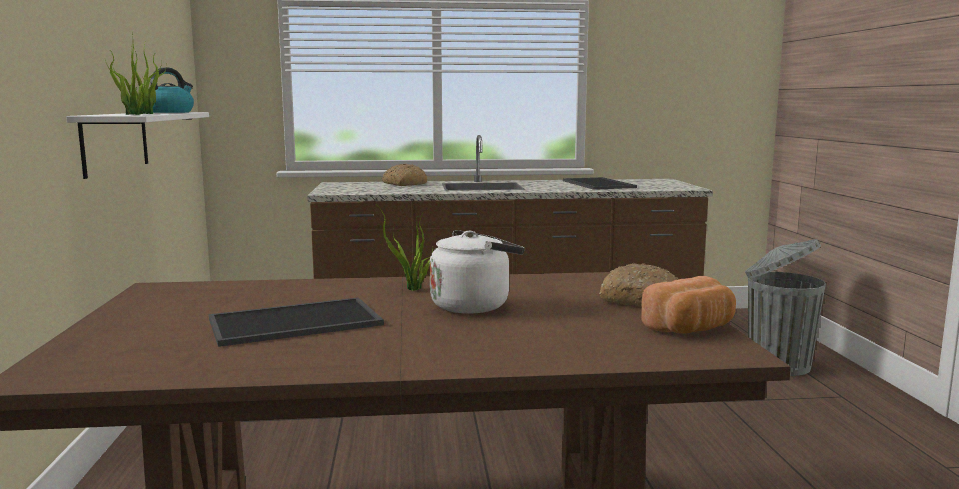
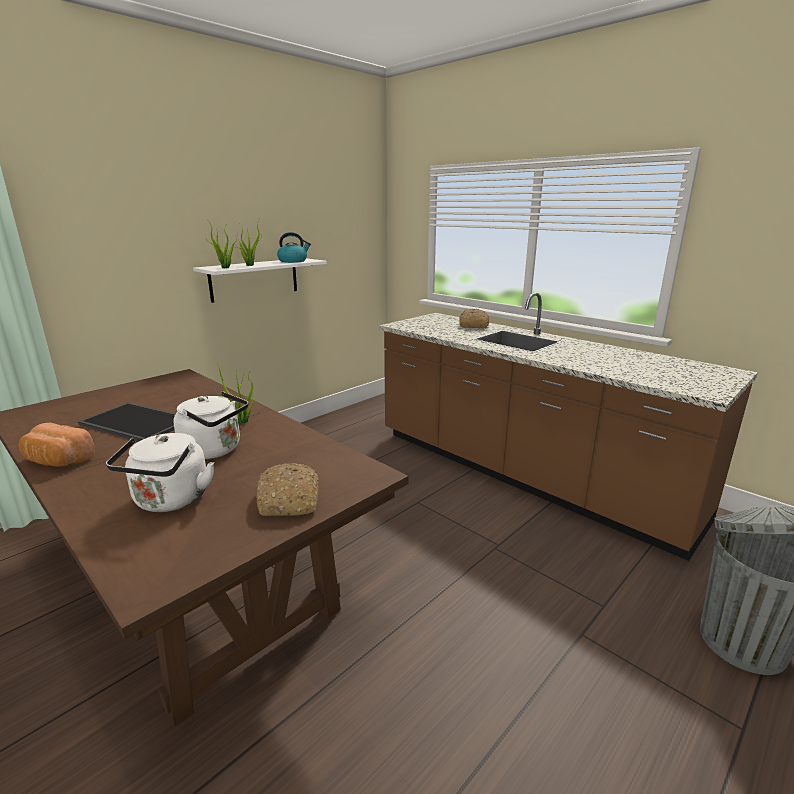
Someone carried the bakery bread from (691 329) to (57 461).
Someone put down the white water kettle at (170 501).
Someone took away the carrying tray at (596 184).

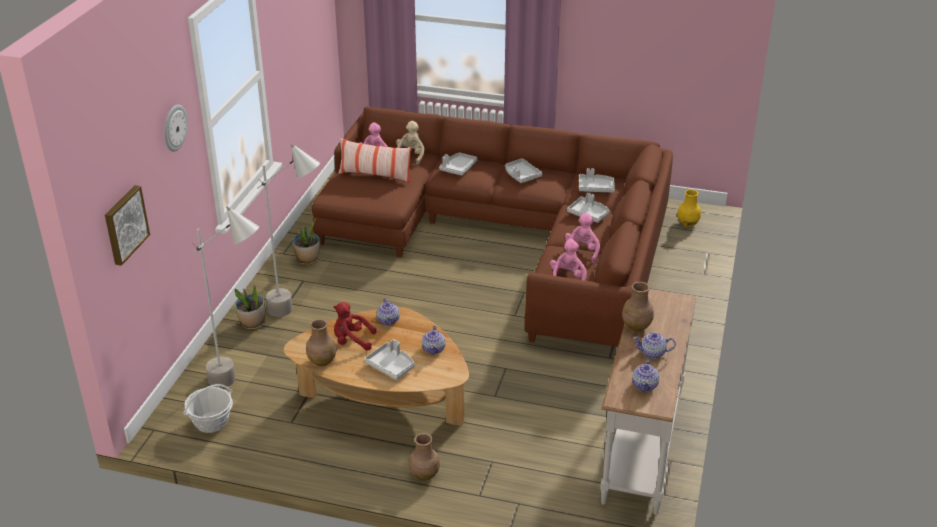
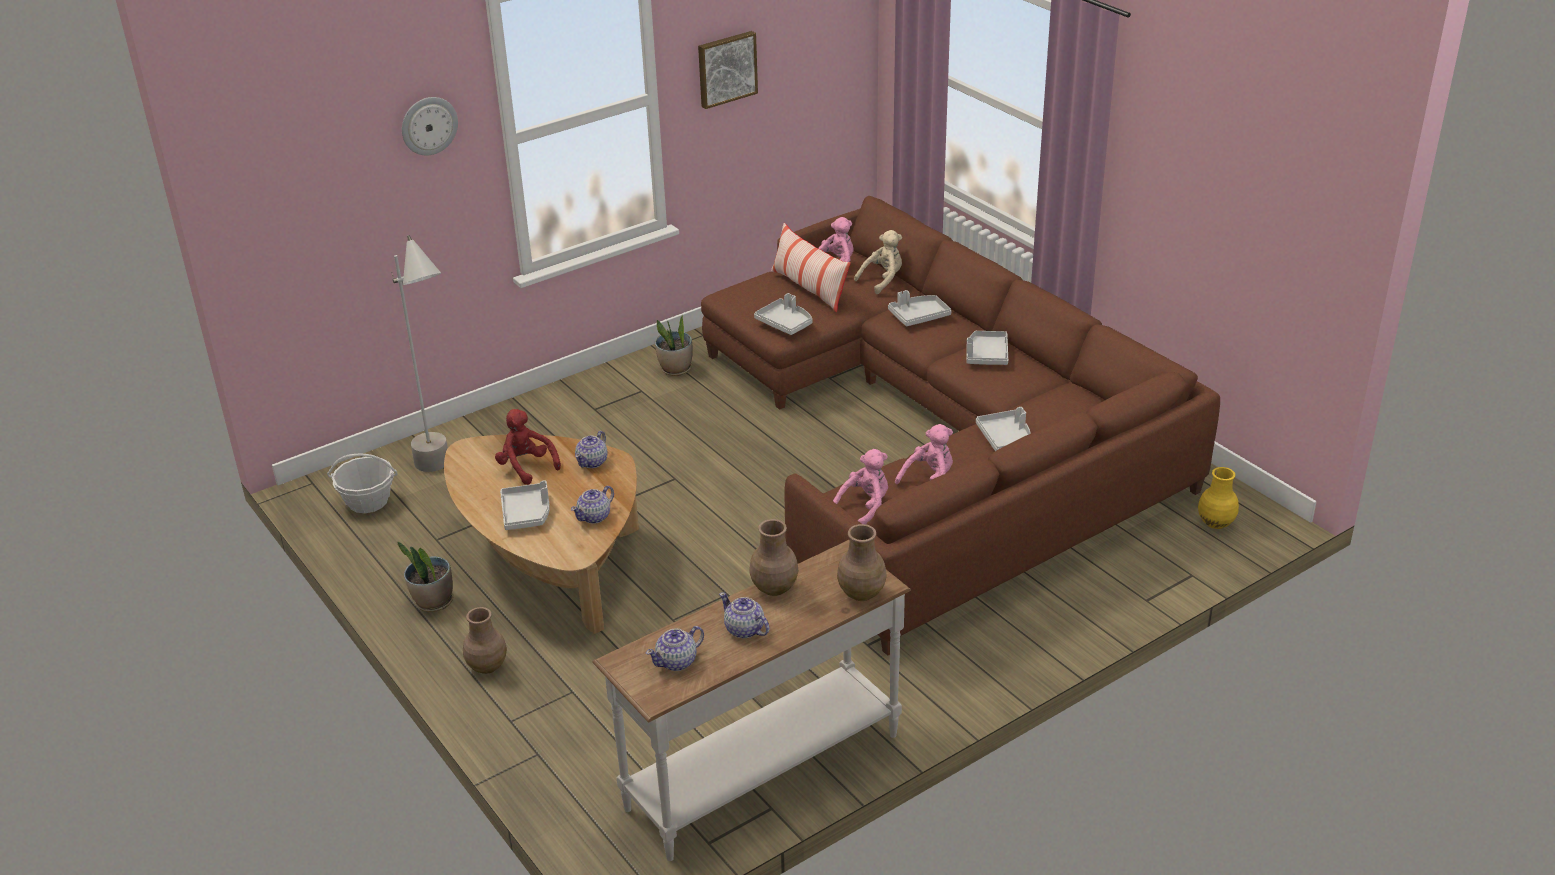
Someone carried the houseplant from (253 324) to (433 602).
Someone carried the wall picture from (124 224) to (726 68).
Someone carried the greyish carrying tray from (595 188) to (785 323).
Someone carried the brownish flower vase from (322 361) to (862 593).
Someone took away the greyish standing lamp at (299 313).

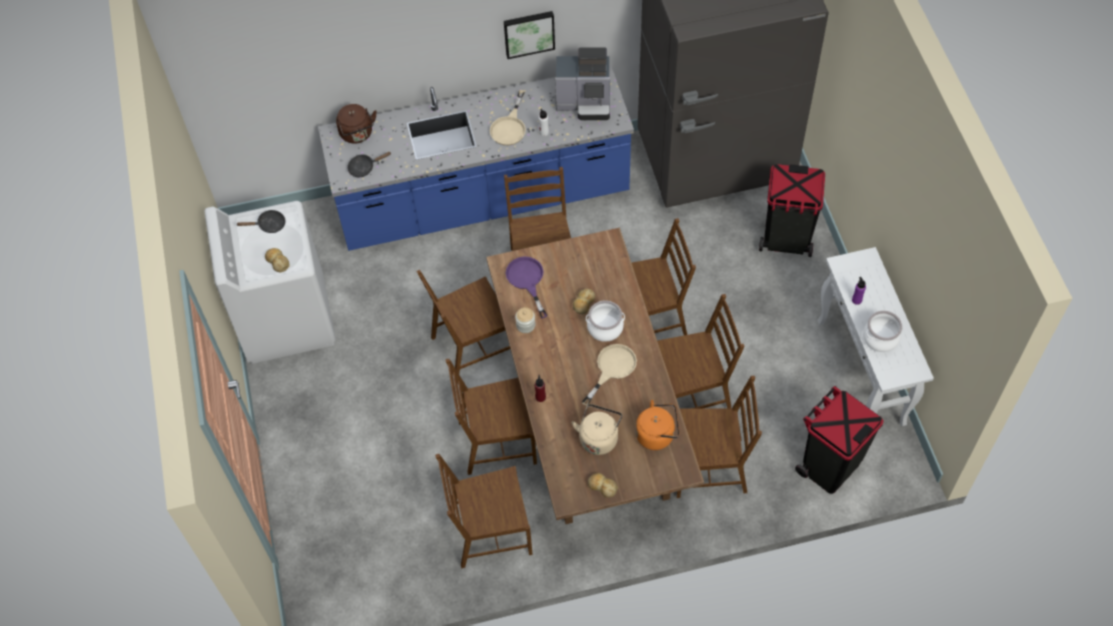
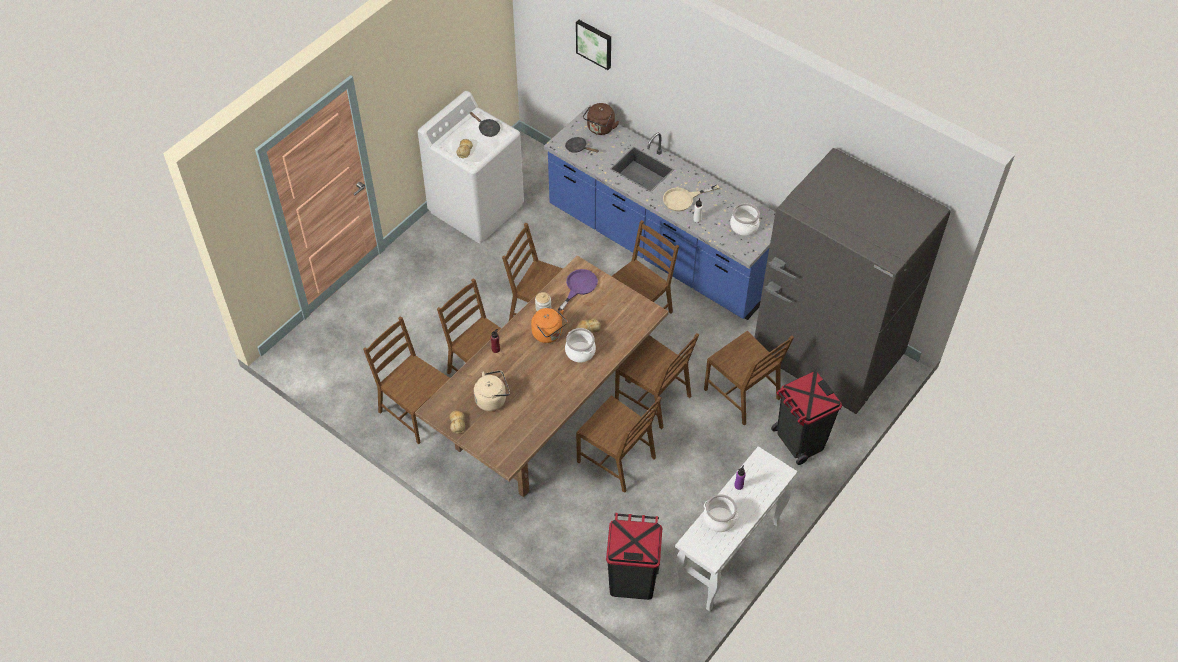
Someone carried the orange water kettle from (657 434) to (549 334).
Someone carried the wall picture from (529 33) to (595 43).
Someone carried the brownish upright chair from (710 466) to (743 394).
Someone swapped the coffee machine at (585 103) for the stockpot at (744 226).
Someone took away the sand-coloured skillet at (612 369).

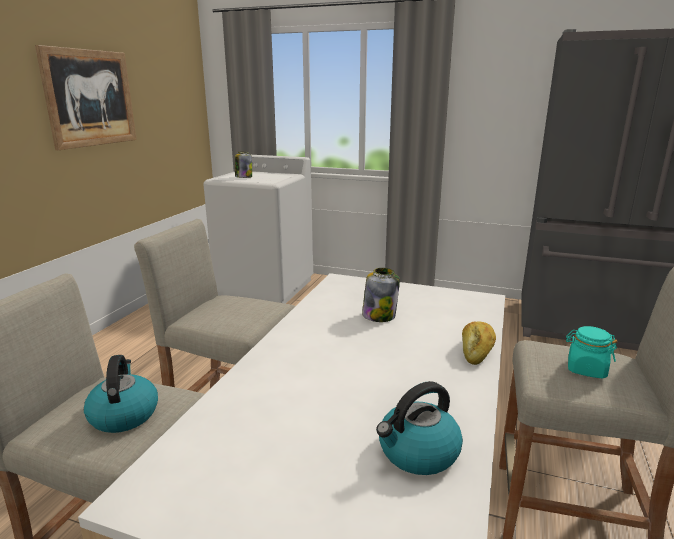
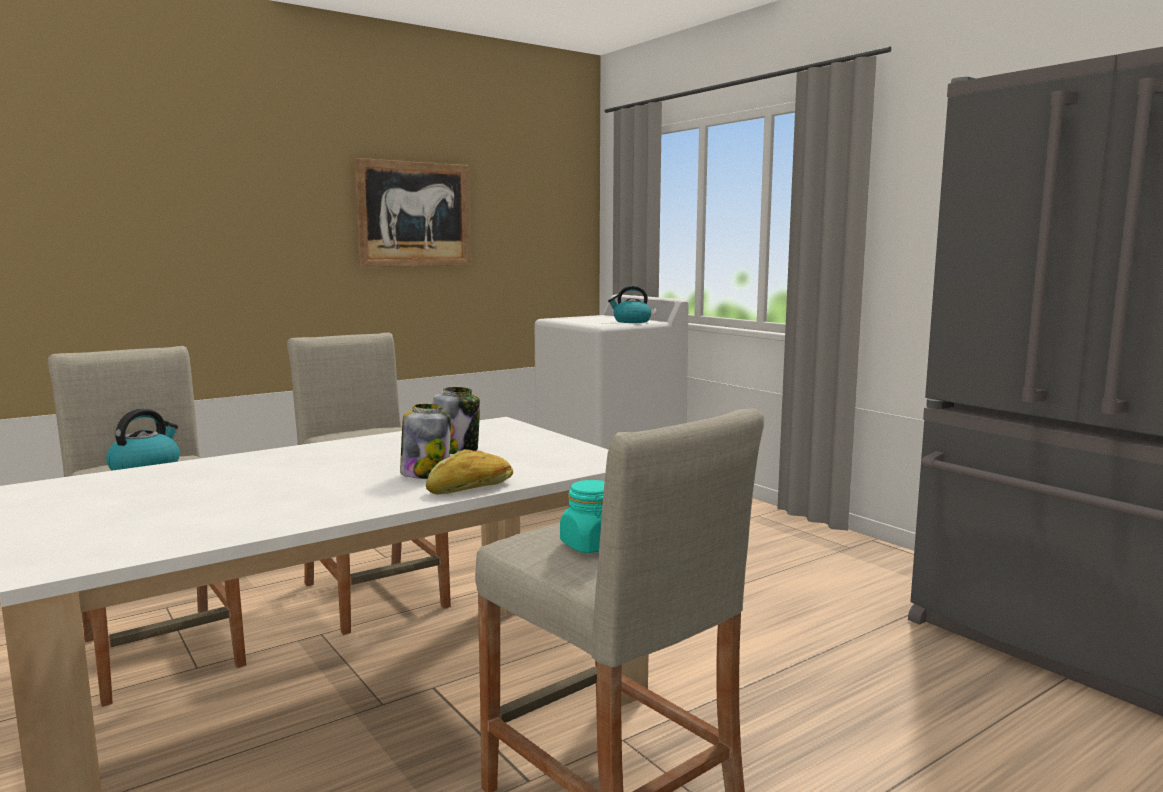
Someone carried the preserve jar from (243 177) to (425 474).
Someone carried the water kettle from (417 453) to (631 321).

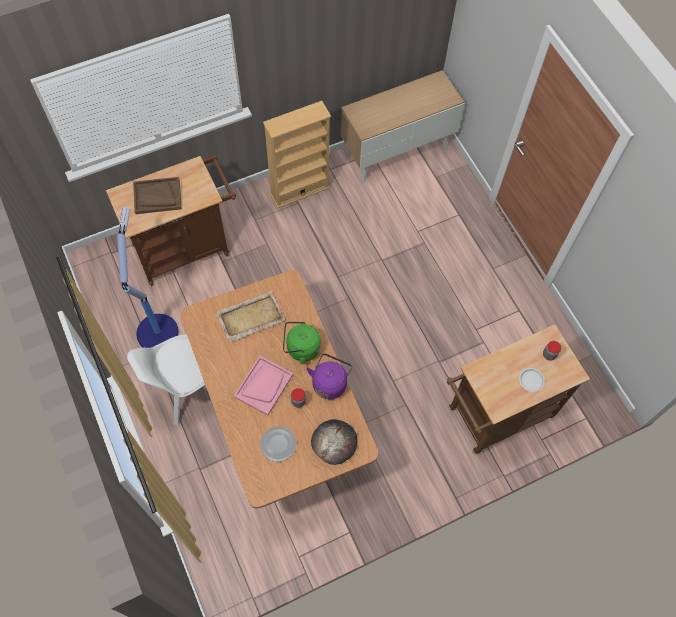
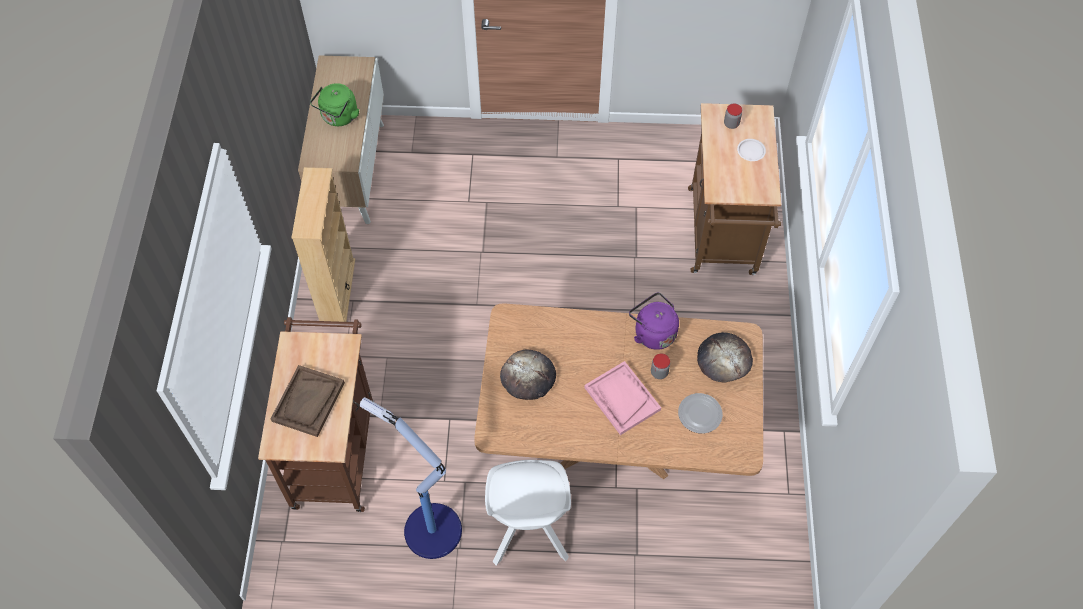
Someone carried the green water kettle from (301 348) to (338 117).
Someone swapped the sand-coloured carrying tray at (250 317) for the bakery bread at (528 376).

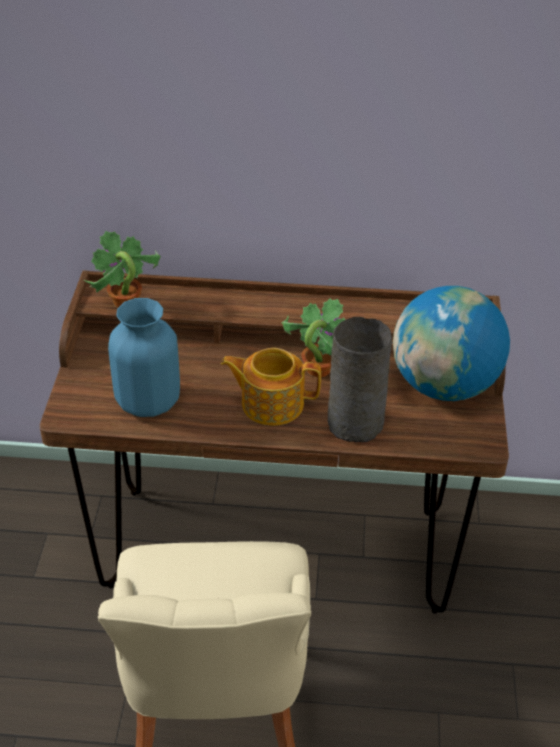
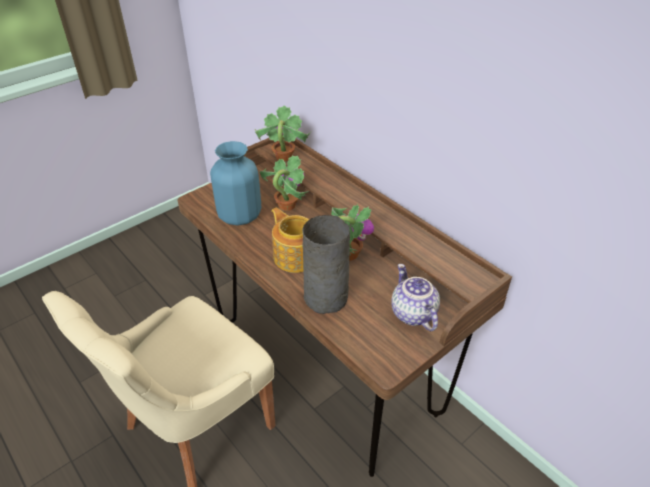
Someone put down the houseplant at (286 205).
Someone swapped the world globe at (444 386) for the teapot at (412 313).

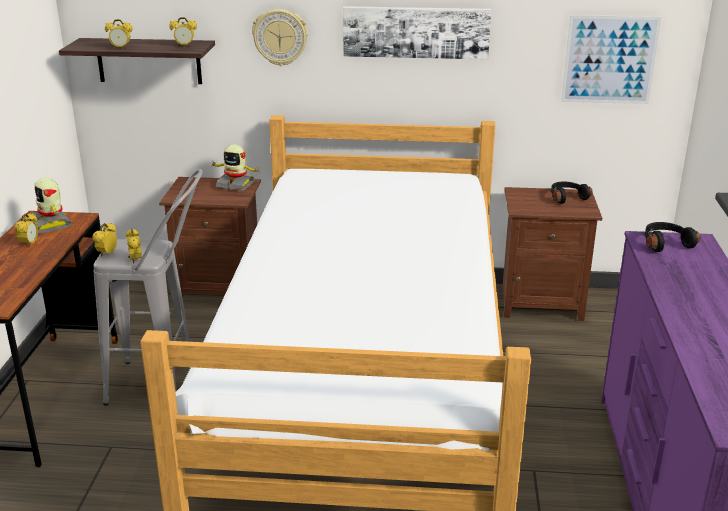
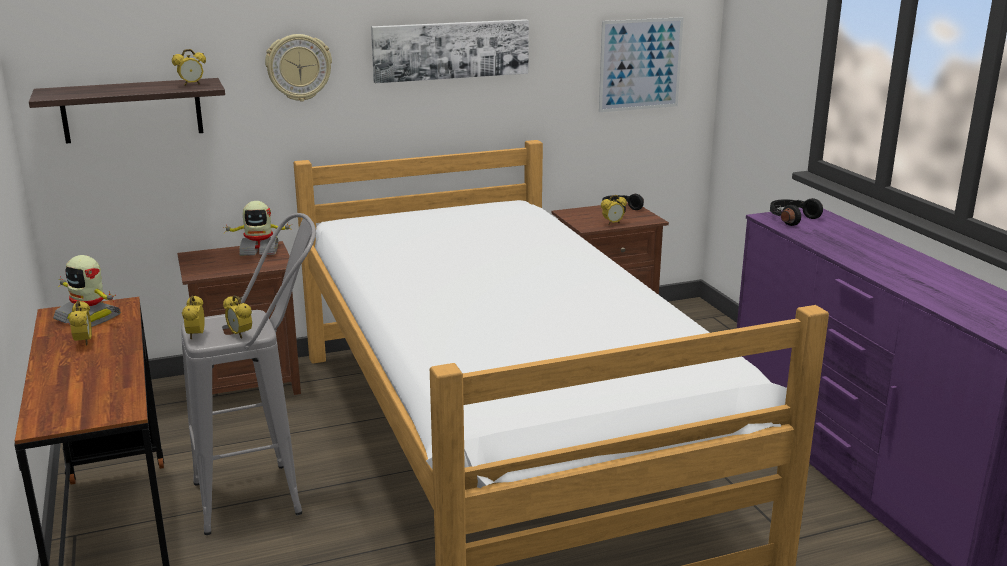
Someone carried the table clock from (121 48) to (612 223).

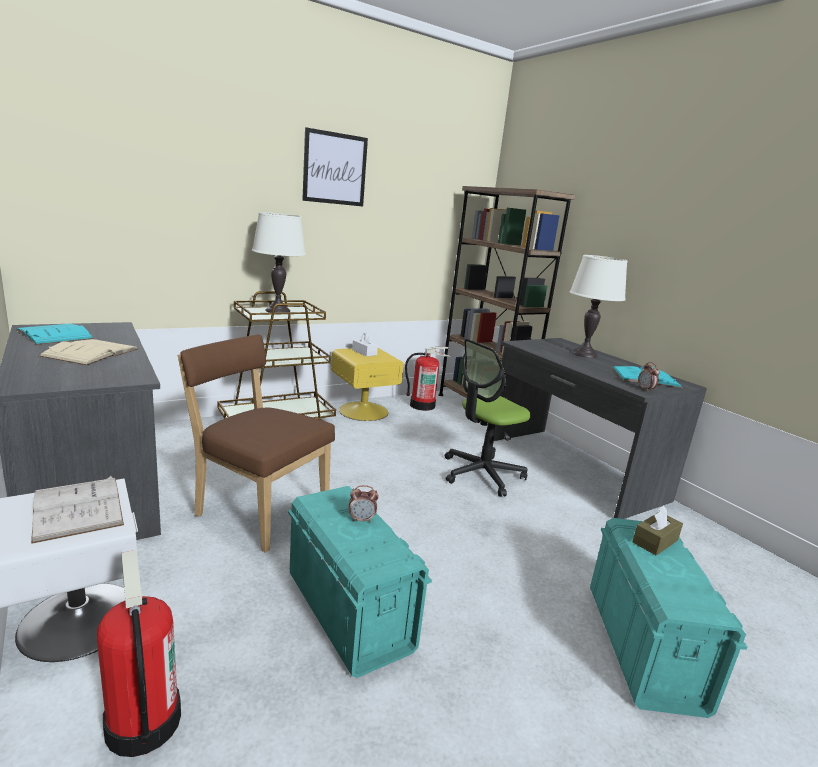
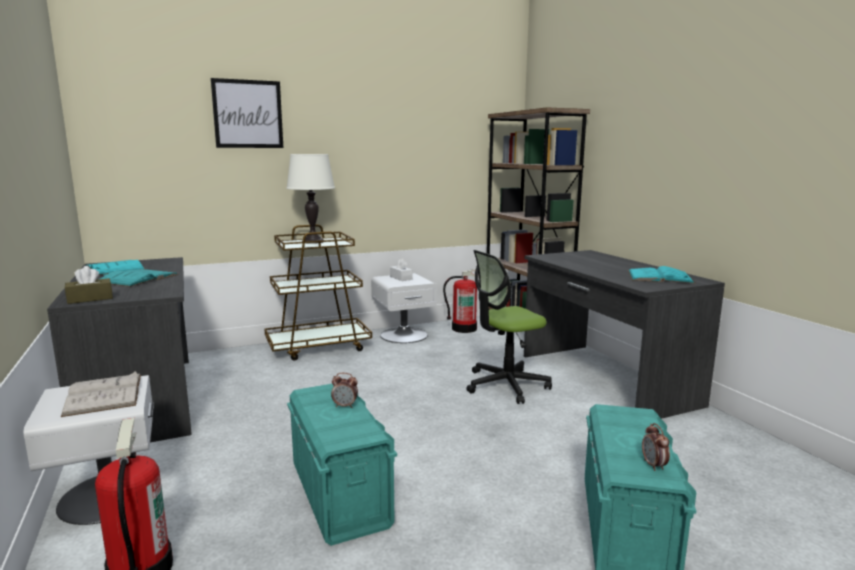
Someone carried the brownish box of tissues from (655 541) to (90 299).
Someone repainted the sand-coloured book at (91 352), which became the turquoise book at (138 278).
Someone carried the wall picture from (335 168) to (248 114).
Someone repainted the yellow-coloured nightstand at (363 410), which became the white nightstand at (403 335).
Someone carried the table clock from (645 389) to (653 465).
Someone took away the brownish upright chair at (258 510).
Someone took away the white tabletop lamp at (584 354).

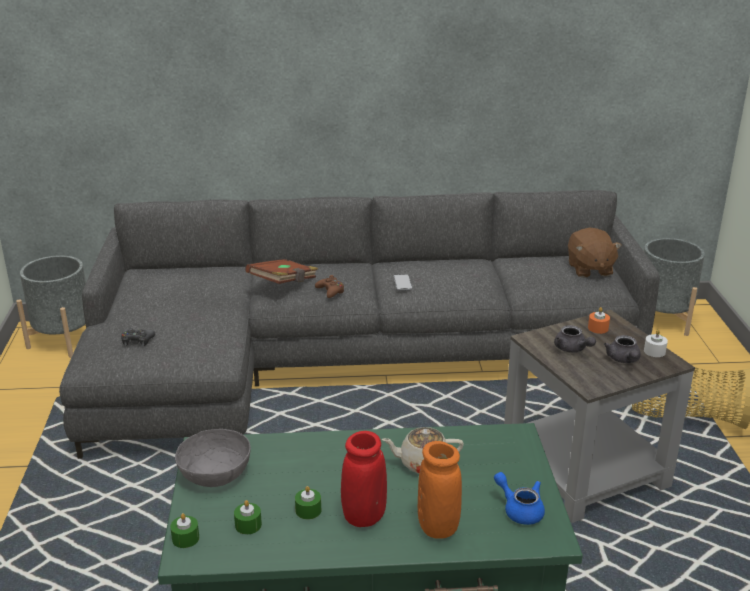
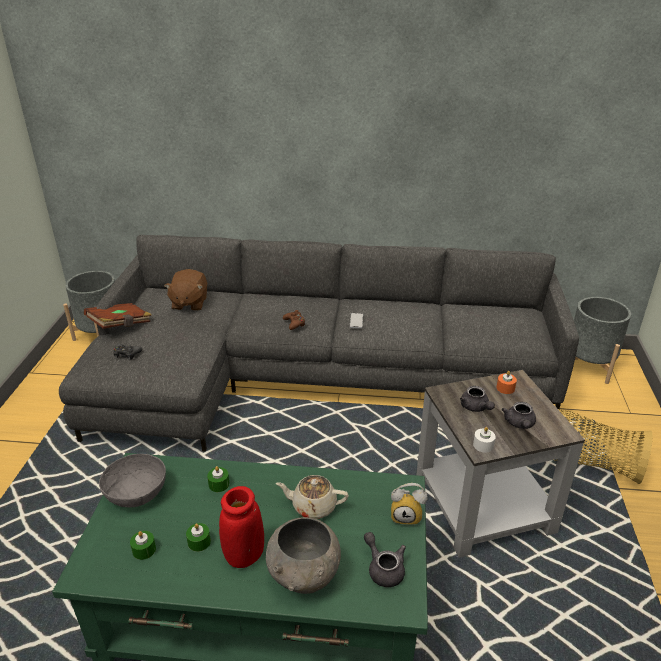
Someone carried the brownish book from (284 283) to (120 325).
Someone carried the brownish soft toy from (589 269) to (189 303).
Someone carried the green wax candle from (185 538) to (219 484).
Someone swapped the orange flower vase at (438 527) for the greyish deep dish at (304 576).
Someone repainted the bluish teapot at (520 510), which became the greyish teapot at (383 568).
Someone put down the table clock at (407 516).
Someone carried the white wax candle from (654 351) to (483 445).

